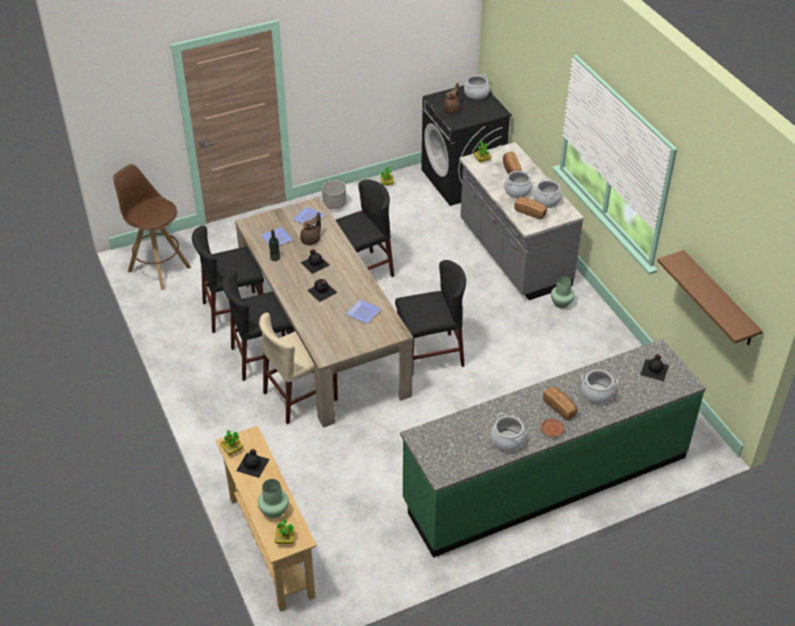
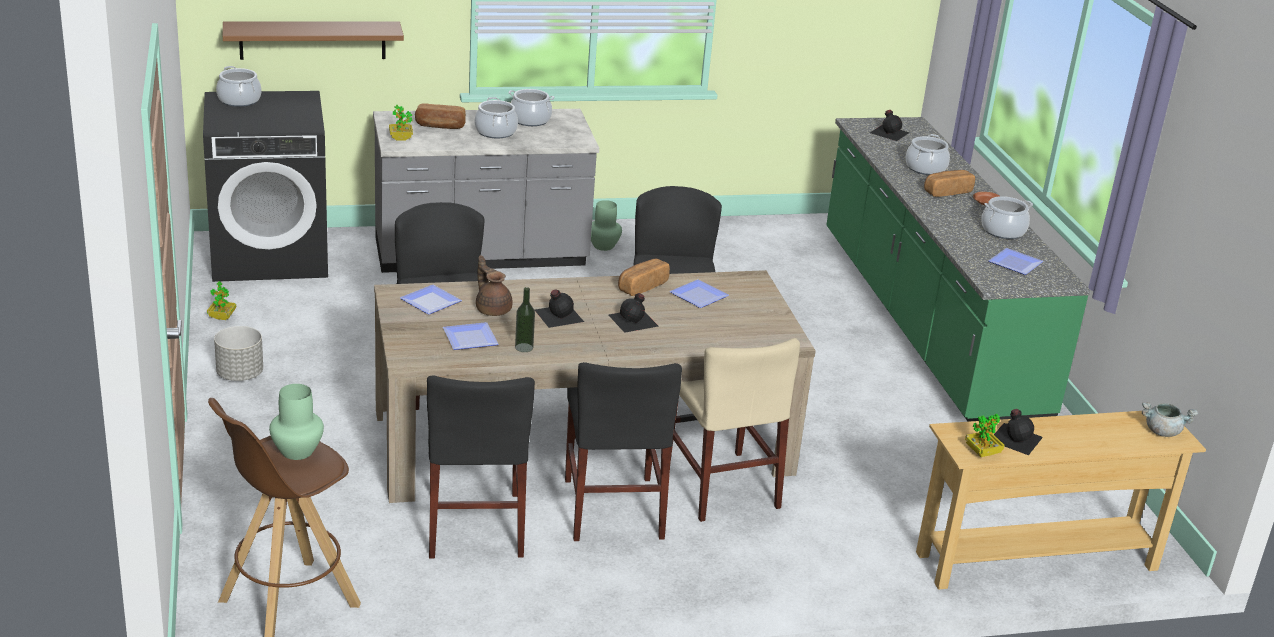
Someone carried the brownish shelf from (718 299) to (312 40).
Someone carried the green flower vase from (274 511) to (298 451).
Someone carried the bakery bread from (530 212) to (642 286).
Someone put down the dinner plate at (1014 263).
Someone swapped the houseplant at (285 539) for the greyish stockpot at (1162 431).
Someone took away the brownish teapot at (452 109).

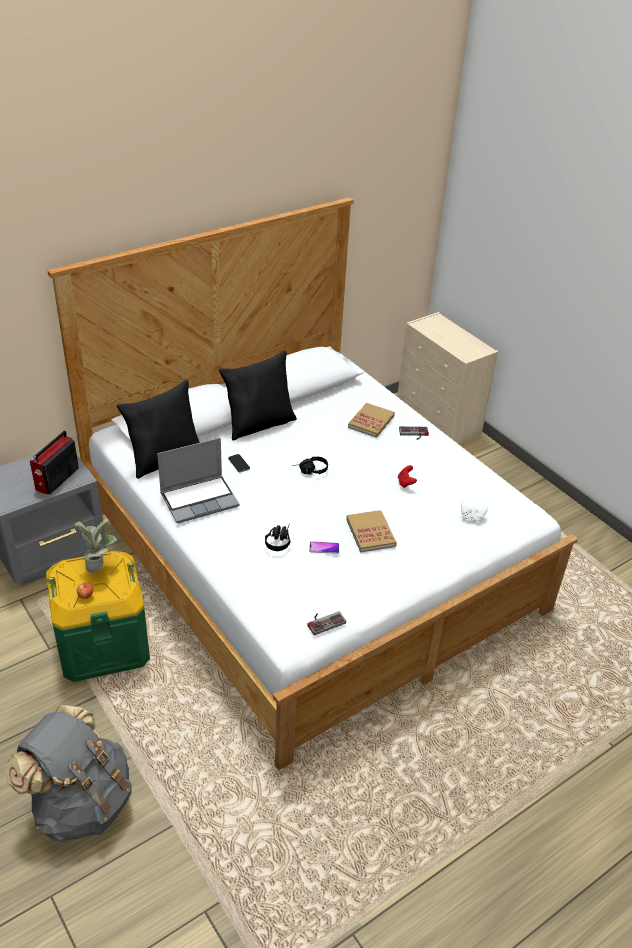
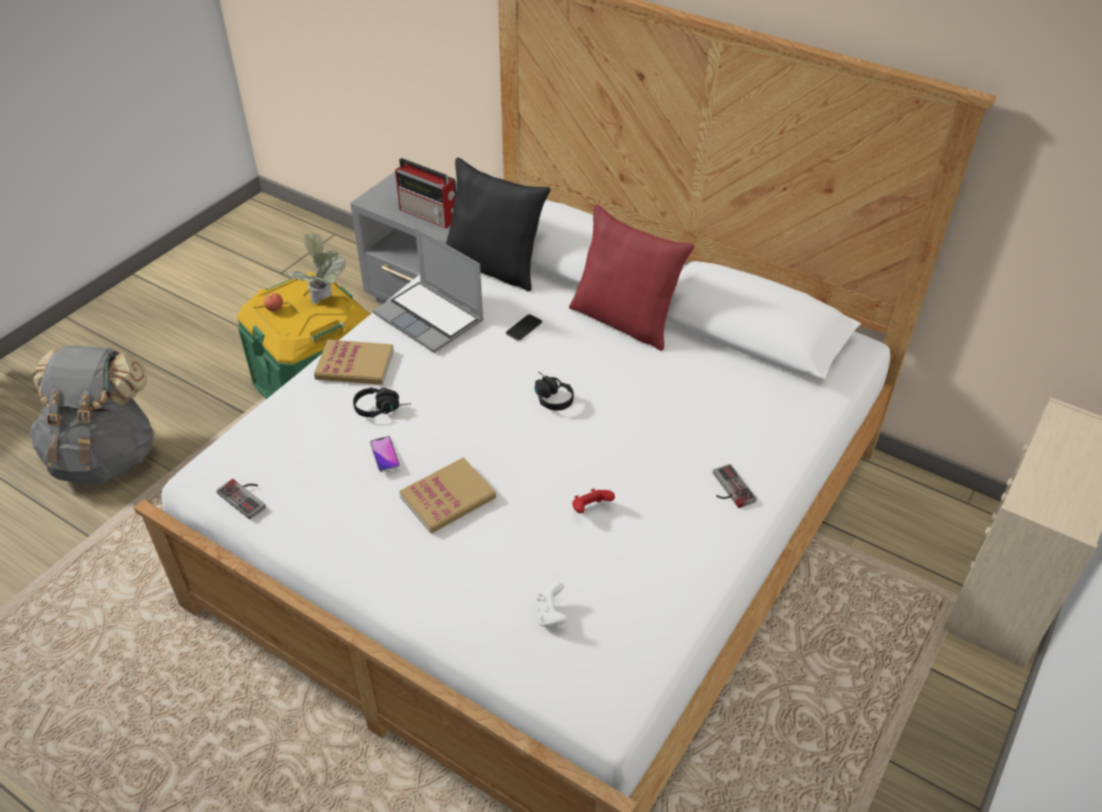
Someone carried the book from (371 422) to (355 365).
Someone rotated the radio at (56 479) by 150 degrees counterclockwise.
Someone repainted the black-coloured pillow at (259 424), which became the reddish pillow at (625 320).

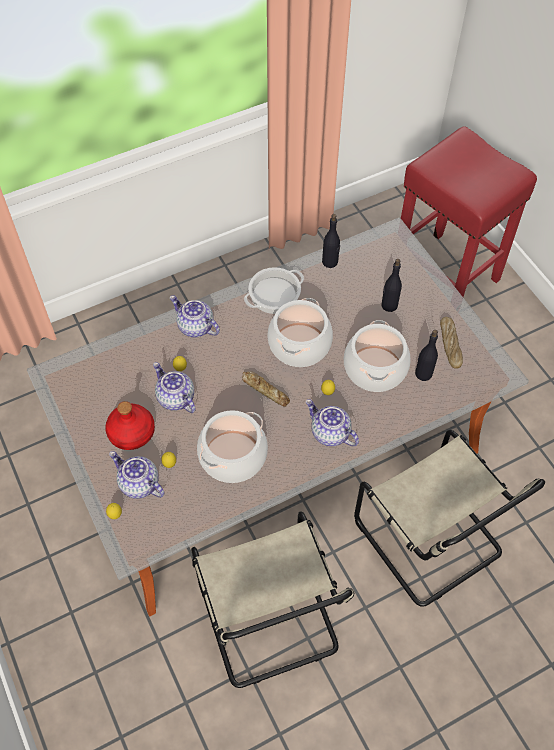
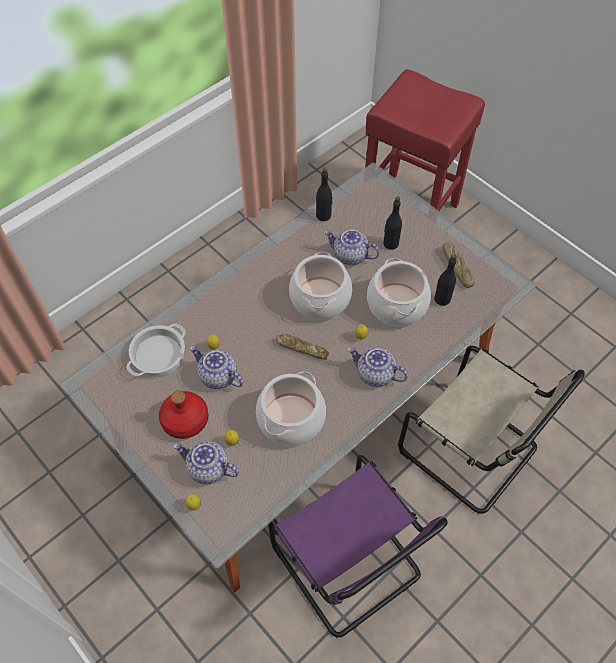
Someone carried the stockpot from (274 294) to (158 354).
Someone repainted the sand-coloured upright chair at (270 621), which became the purple-coloured upright chair at (349 565).
Someone carried the teapot from (195 327) to (350 256).

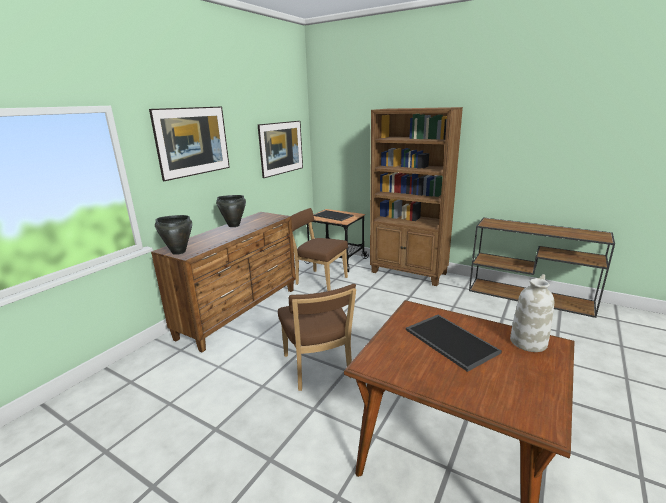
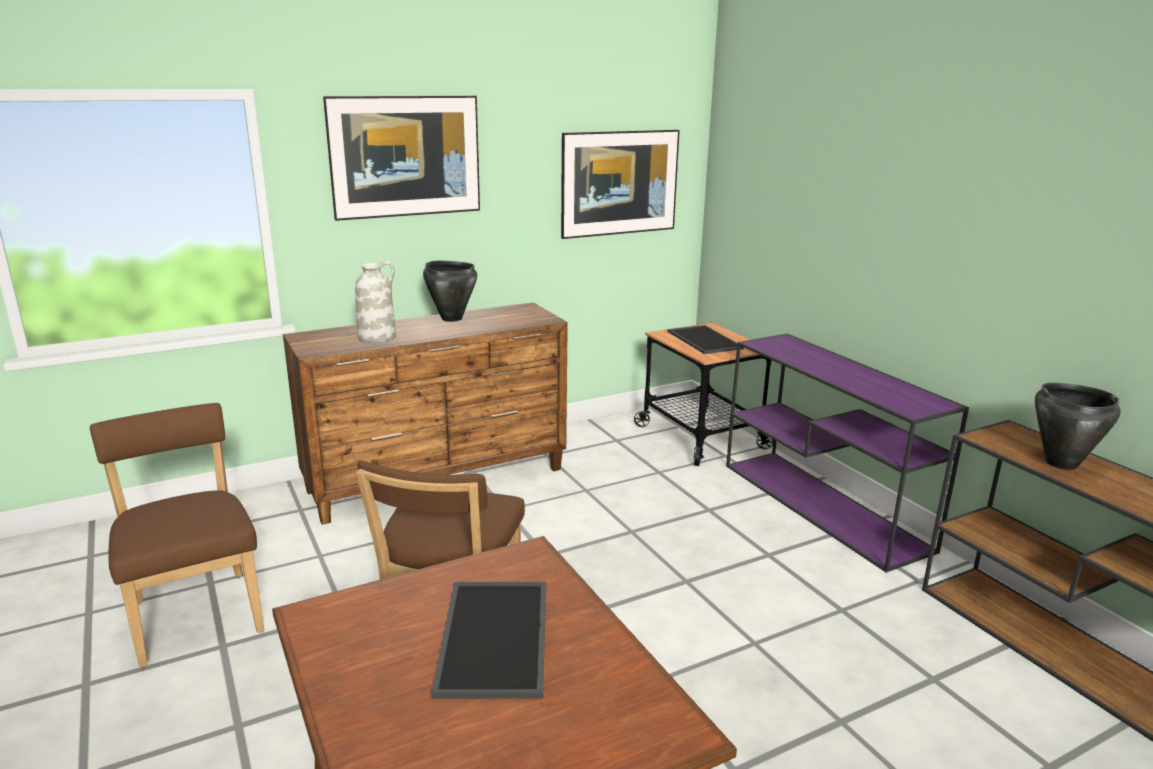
Someone carried the brownish upright chair from (319 280) to (196 613).
Someone carried the white flower vase from (528 342) to (377 337).
Someone swapped the brownish bookshelf at (409 273) for the purple-coloured console table at (824 506).
Someone carried the black-coloured stockpot from (178 252) to (1060 463).

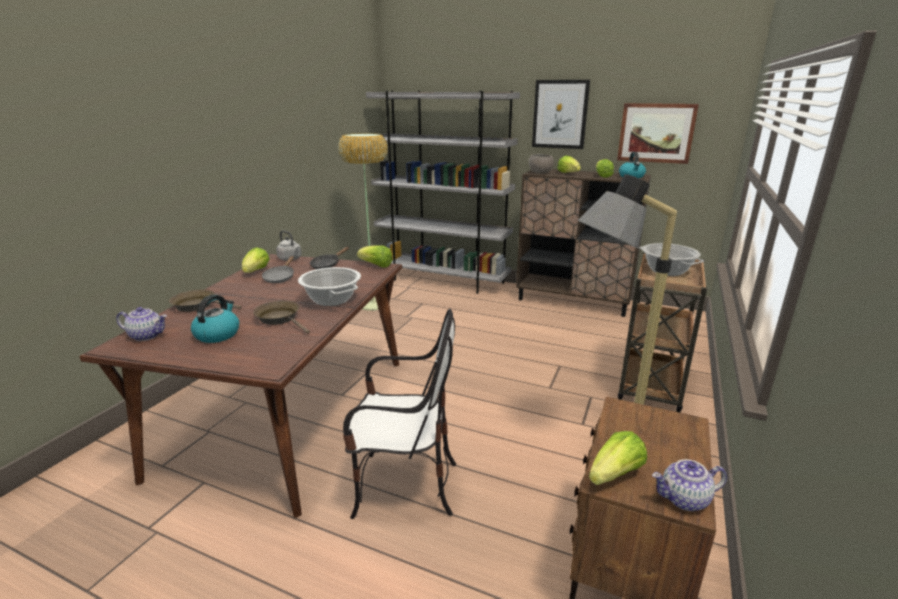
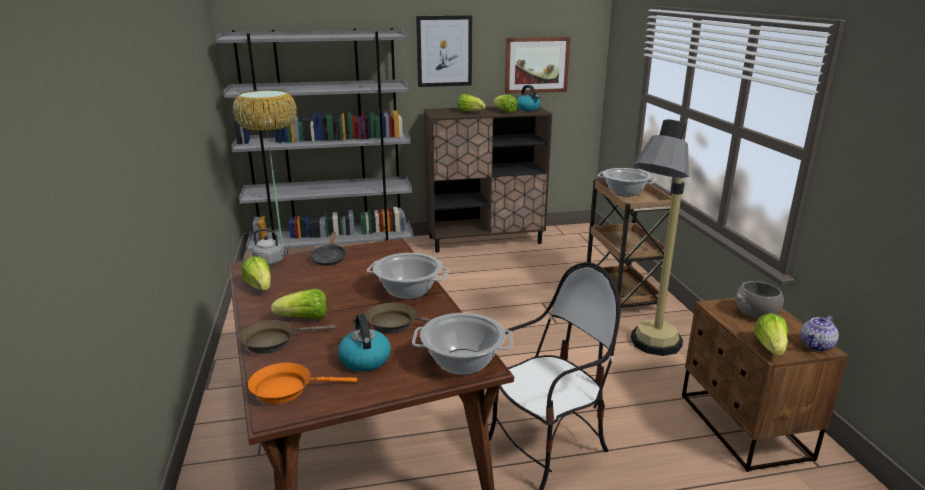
Someone swapped the teapot at (147 335) for the orange skillet at (287 389).
Someone carried the lettuce head from (376 265) to (304 319).
Someone put down the stockpot at (462 362).
Someone carried the greyish deep dish from (540 172) to (755 314).
Someone took away the greyish skillet at (280 277).

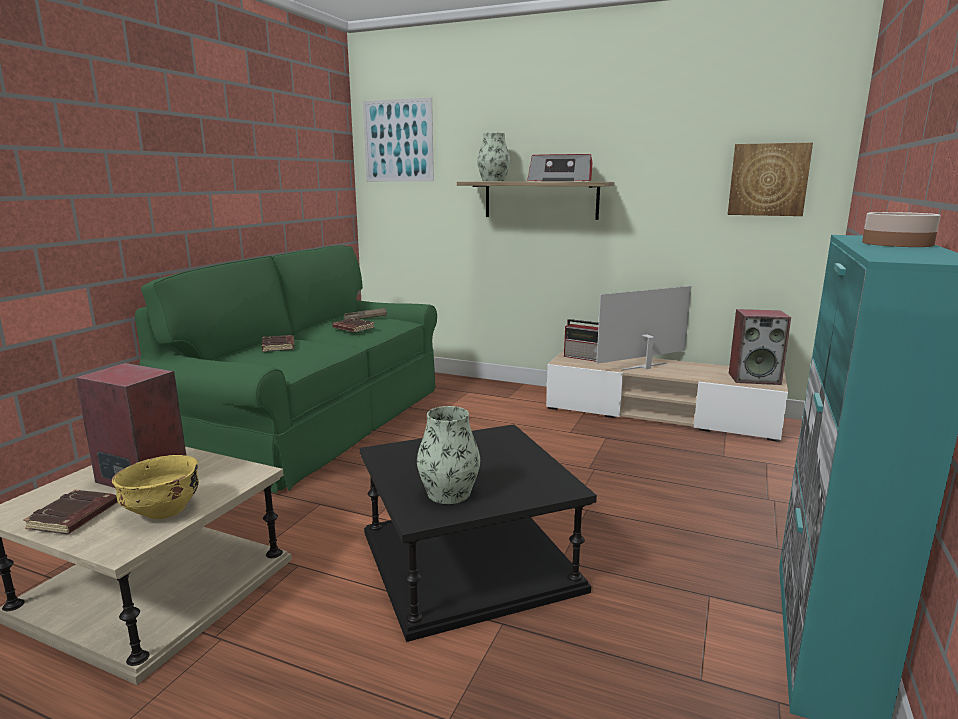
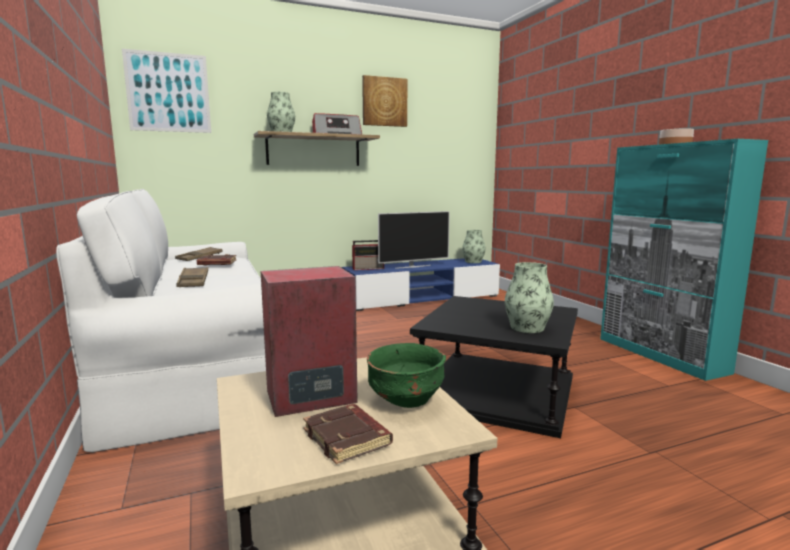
Someone repainted the green settee at (317 422), which became the white settee at (195 366).
Someone swapped the brownish book at (279 347) for the brownish carrying tray at (193 281).
Someone repainted the sand-coloured media console at (659 414), which became the bluish media console at (421 298).
Someone carried the wall picture from (768 179) to (384 102).
Someone repainted the yellow-coloured deep dish at (163 511), which became the green deep dish at (407 401).
Someone rotated the TV set at (644 367) by 135 degrees counterclockwise.
Someone swapped the audio speaker at (754 378) for the flower vase at (473 261).

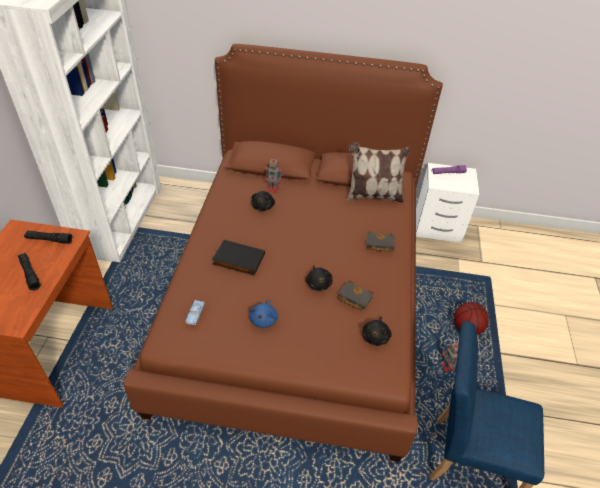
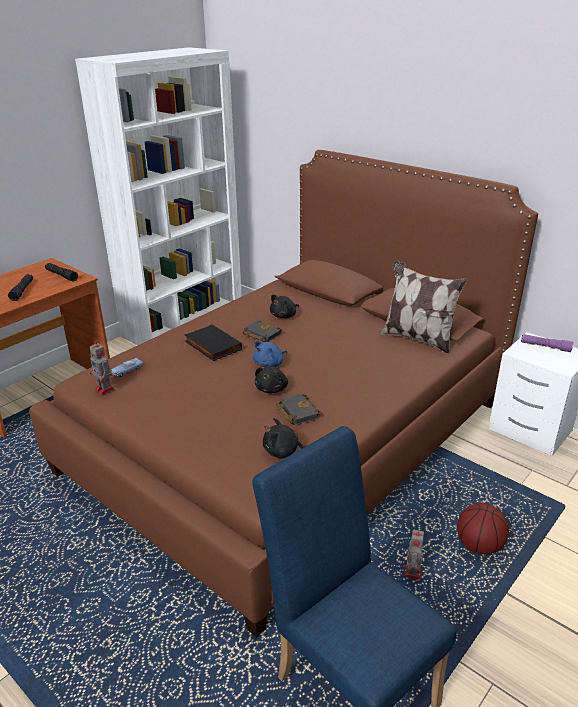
Someone carried the toy robot from (274 188) to (105 390).
Someone carried the black-coloured book from (378 244) to (260 334).
Someone carried the bluish soft toy from (264 319) to (270 364).
Someone rotated the black-coloured soft toy at (376 336) by 45 degrees clockwise.

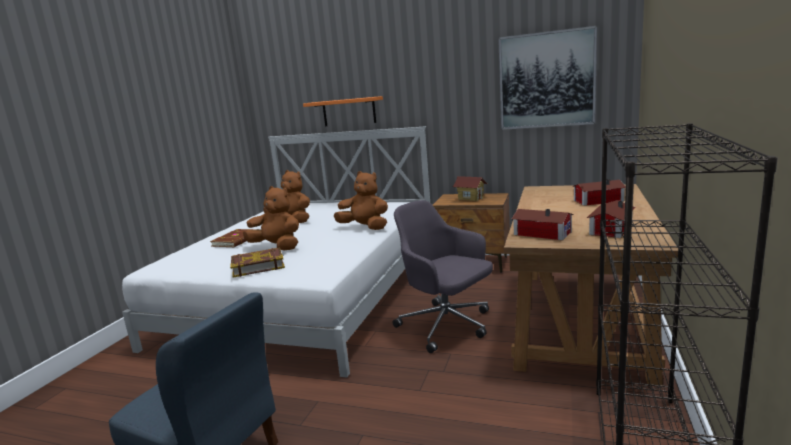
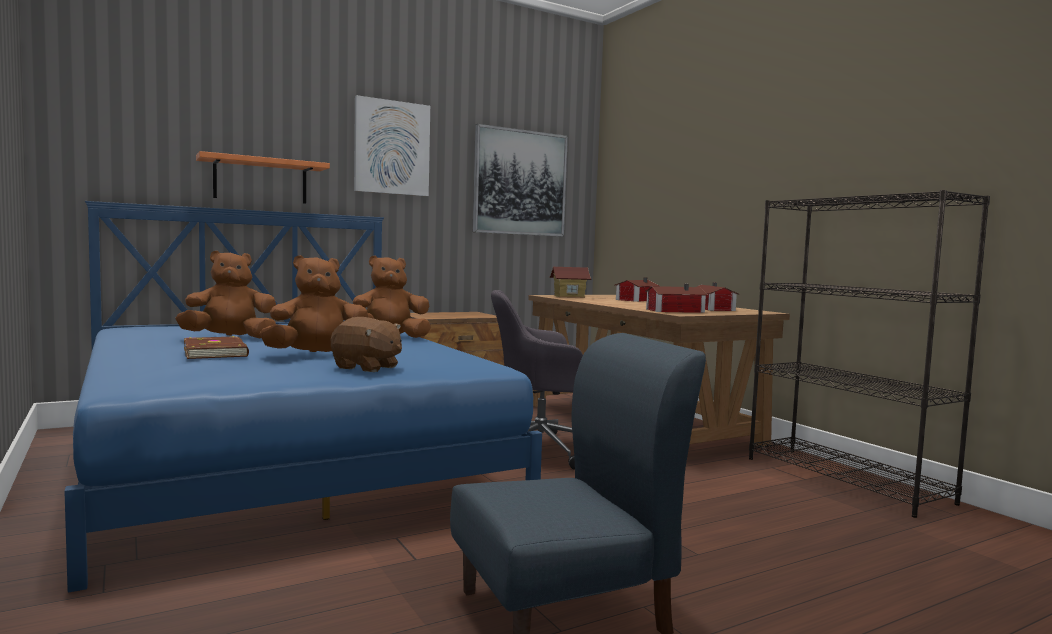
Someone repainted the white sleeping bed at (308 295), which became the bluish sleeping bed at (282 460).
Someone swapped the book at (258 266) for the brownish soft toy at (367 367).
Someone put up the wall picture at (391 147).
Someone carried the model house from (470 198) to (569 296).

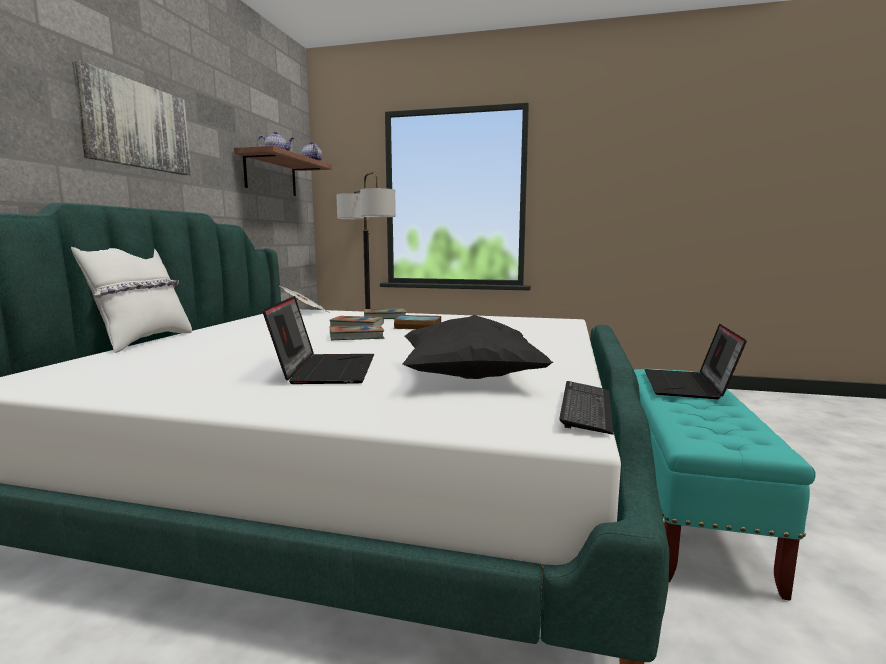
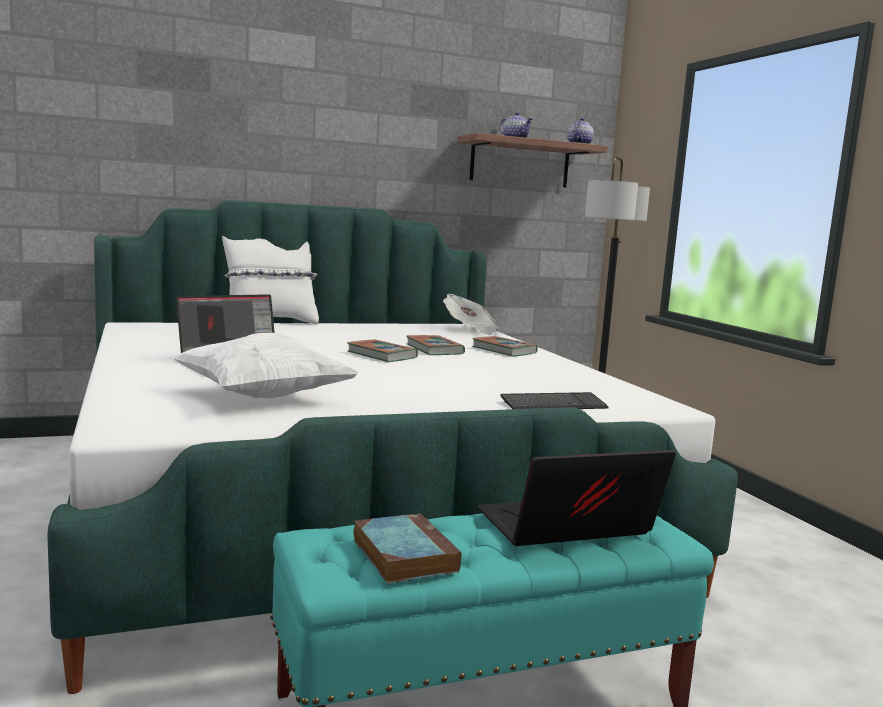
Someone repainted the black-coloured pillow at (469 378), which became the white pillow at (263 397).
Someone carried the book from (416 326) to (402 554).
Someone carried the PC keyboard from (586 408) to (553 404).
Someone took away the wall picture at (136 125).

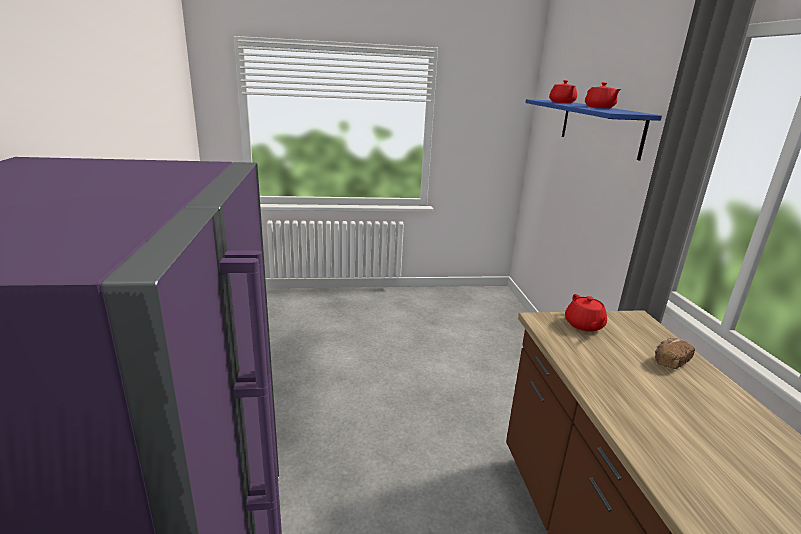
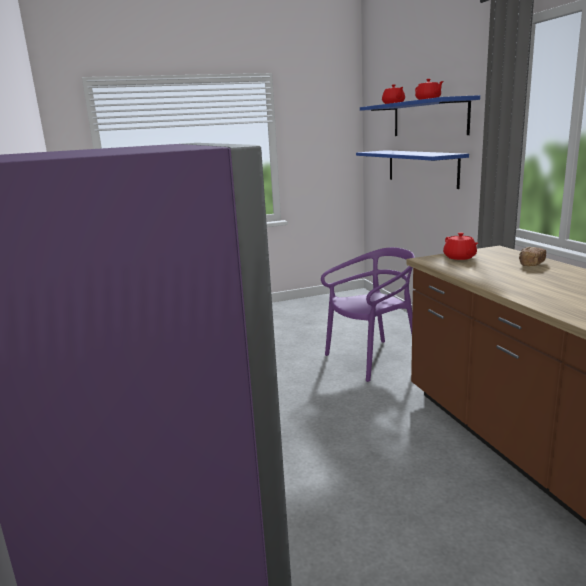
Someone put down the purple-coloured upright chair at (372 359).
Someone put up the bluish shelf at (421 167).

